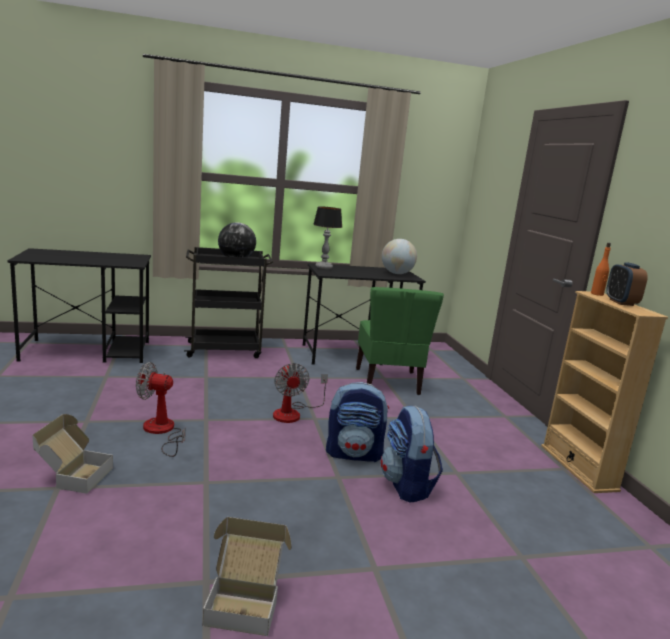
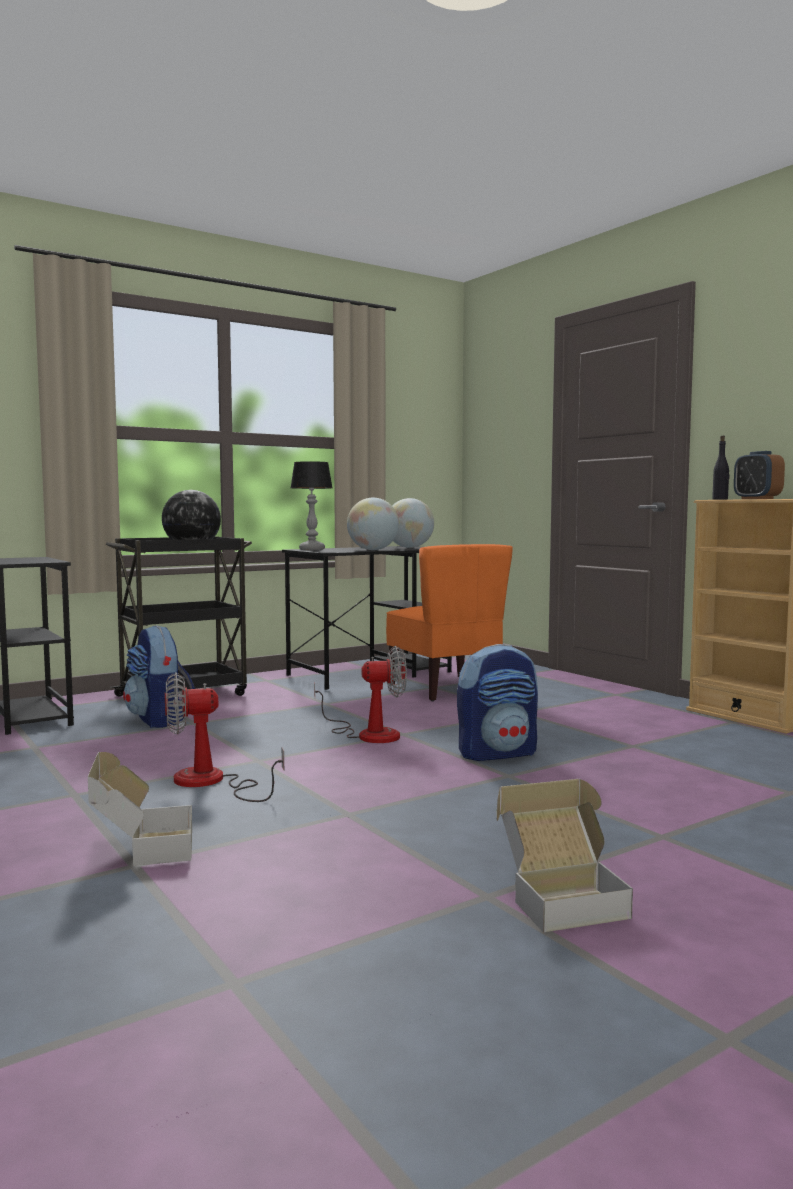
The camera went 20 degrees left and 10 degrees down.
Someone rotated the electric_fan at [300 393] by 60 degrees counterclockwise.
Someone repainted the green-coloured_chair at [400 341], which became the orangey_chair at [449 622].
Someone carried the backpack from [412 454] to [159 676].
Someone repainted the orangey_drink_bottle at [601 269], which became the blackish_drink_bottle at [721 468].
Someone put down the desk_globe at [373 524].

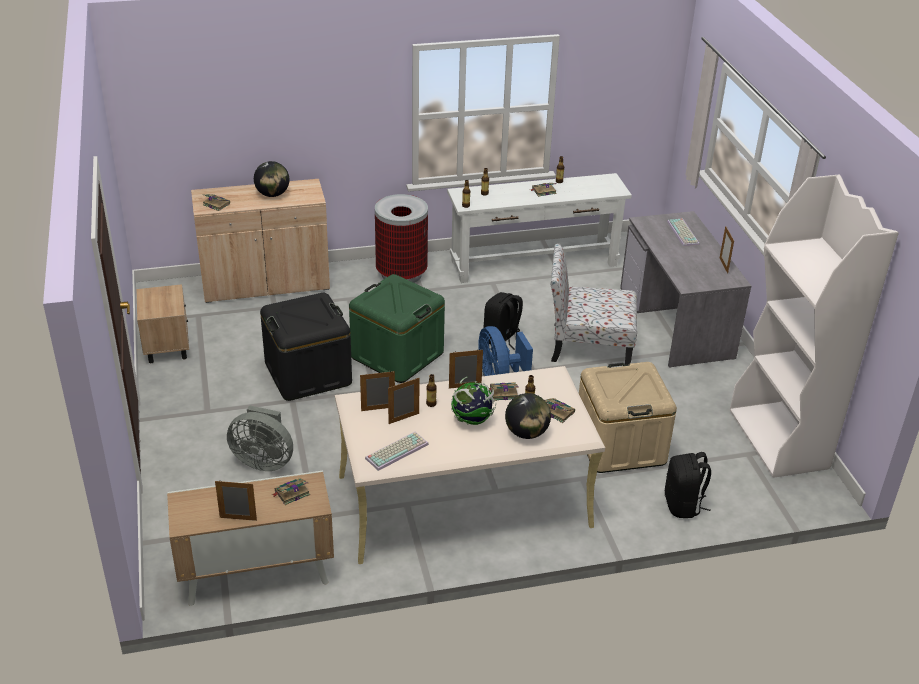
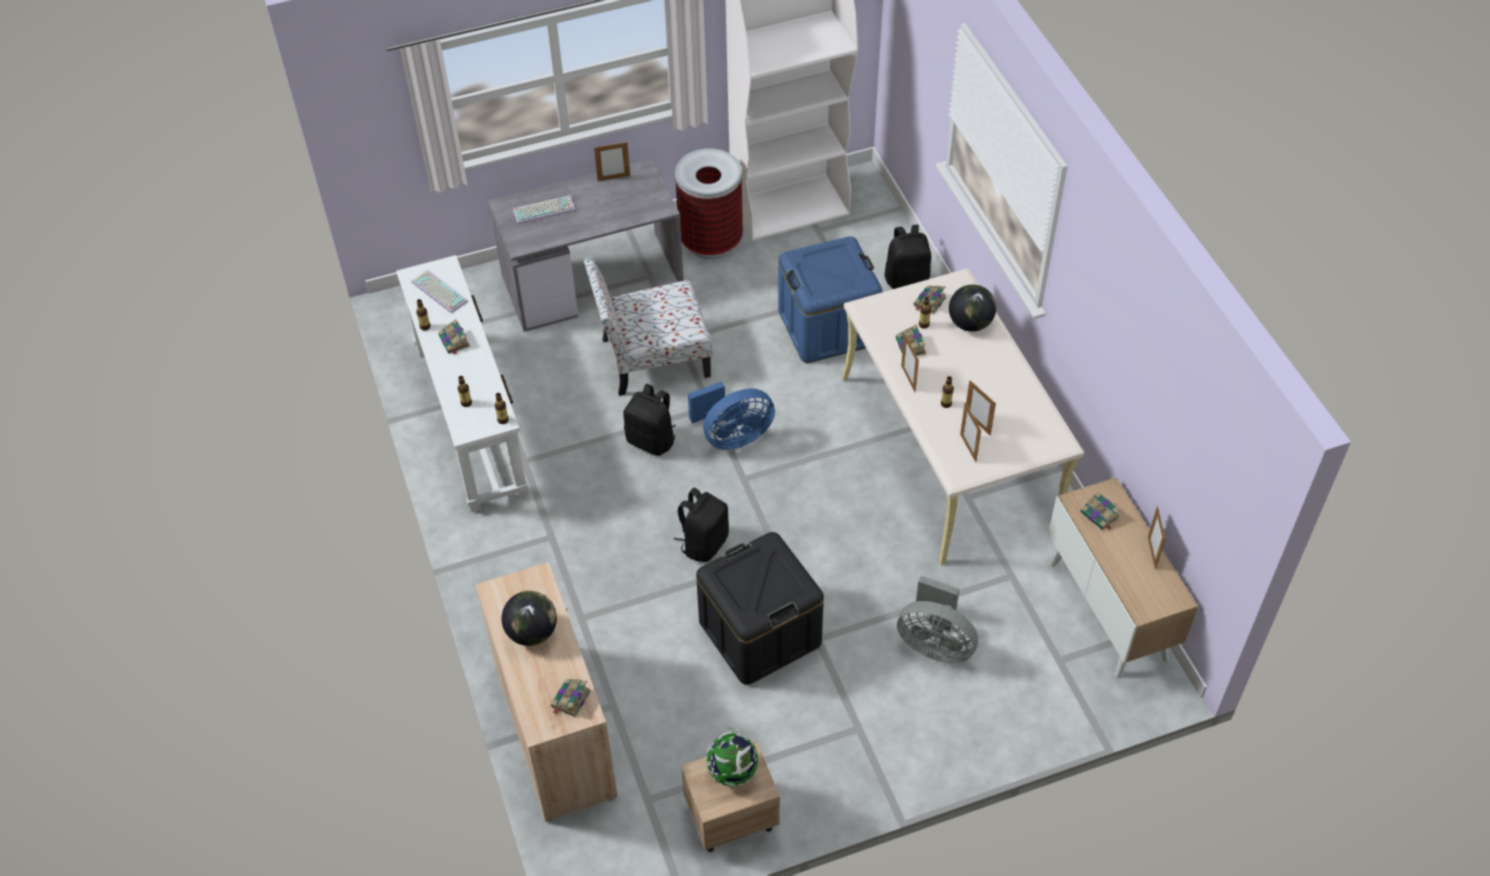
The camera went 95 degrees left and 15 degrees up.
Someone rotated the gray_electric_fan at [260 438] by 105 degrees clockwise.
Someone swapped the green-coloured_storage_bin at [397 328] for the blackish_backpack at [701 525].
Someone carried the computer_keyboard from [397 451] to [440 291].
Someone carried the trash_can from [401 238] to [709 203].
Someone carried the desk_globe from [473 401] to [731 757].
Someone rotated the chair at [594 304] by 75 degrees clockwise.
Someone repainted the sand-coloured_storage_bin at [628 417], which became the blue-coloured_storage_bin at [830 299].

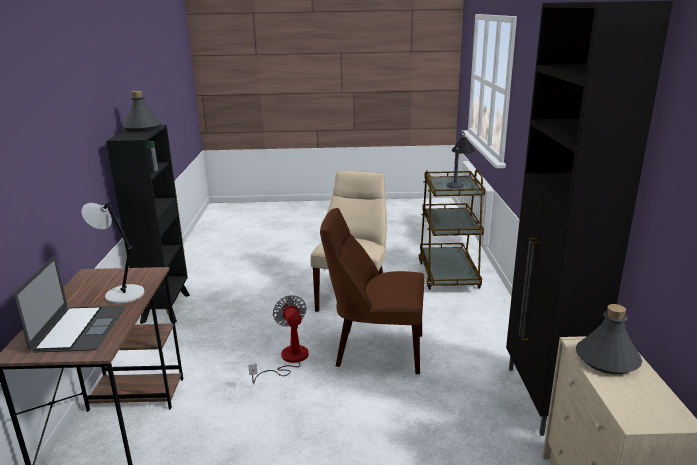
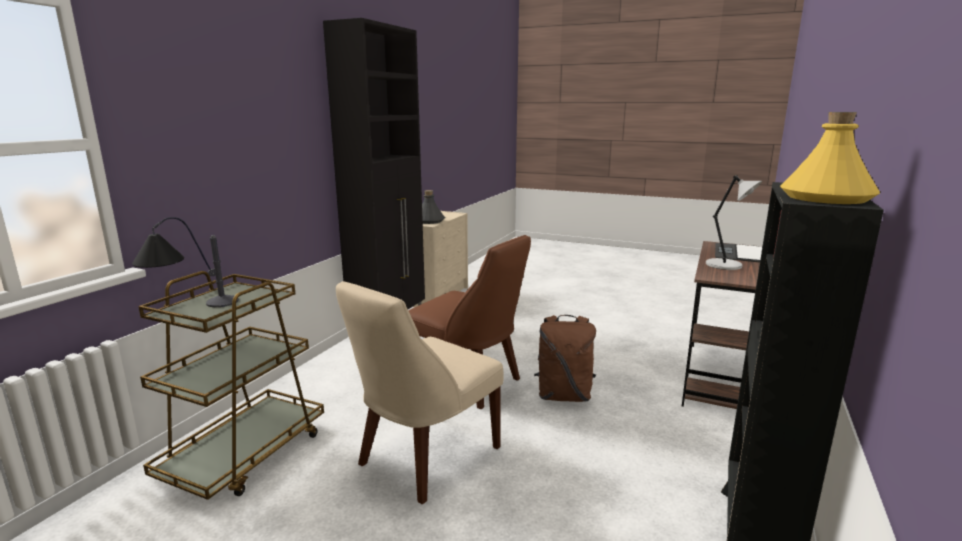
The camera went 155 degrees left and 5 degrees down.
Someone repainted the gray_drink_bottle at [141 111], which became the yellow_drink_bottle at [830 158].
Someone swapped the electric_fan at [278 339] for the brownish_backpack at [565 358].

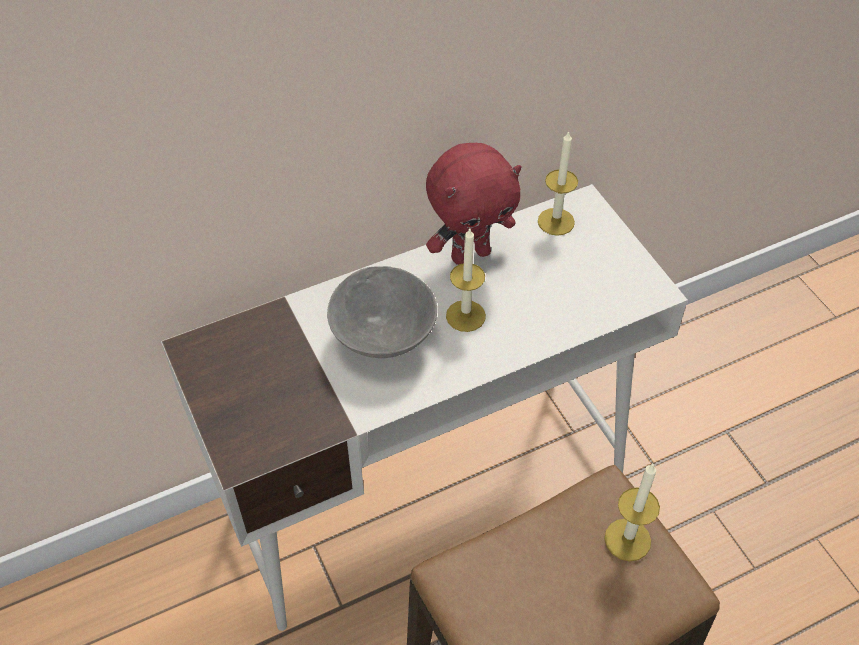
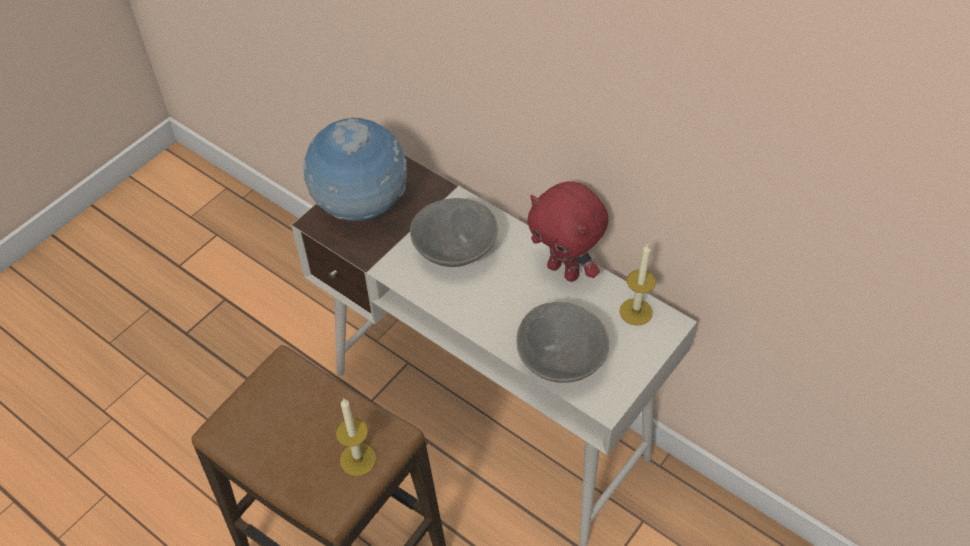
The camera went 65 degrees right and 0 degrees up.
Someone took away the candle at [466 279].
Someone put down the desk_globe at [355 169].
Someone put down the gray_deep_dish at [562 342].

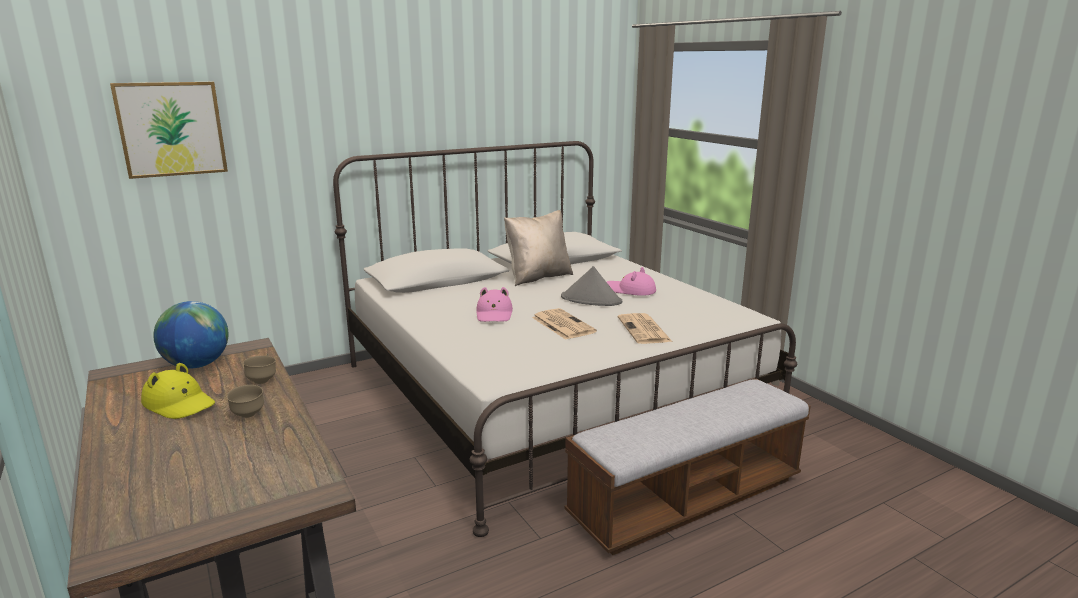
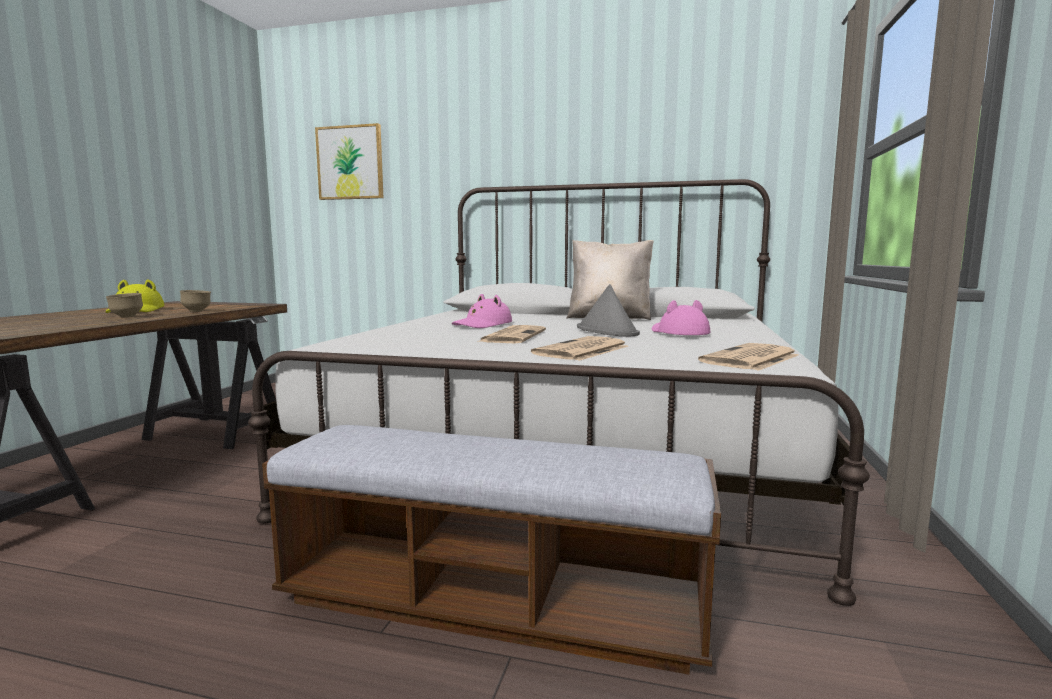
The camera went 45 degrees right and 10 degrees down.
Someone took away the desk_globe at [191 335].
Someone put down the printed_paper at [748 357].

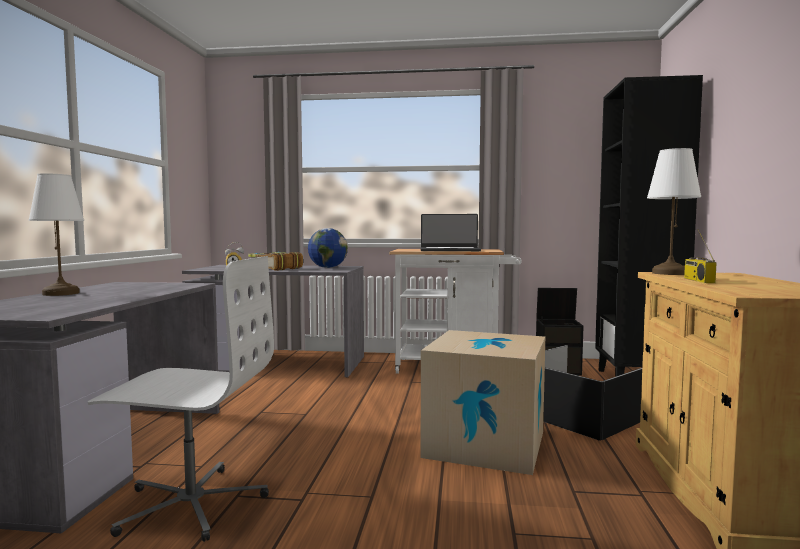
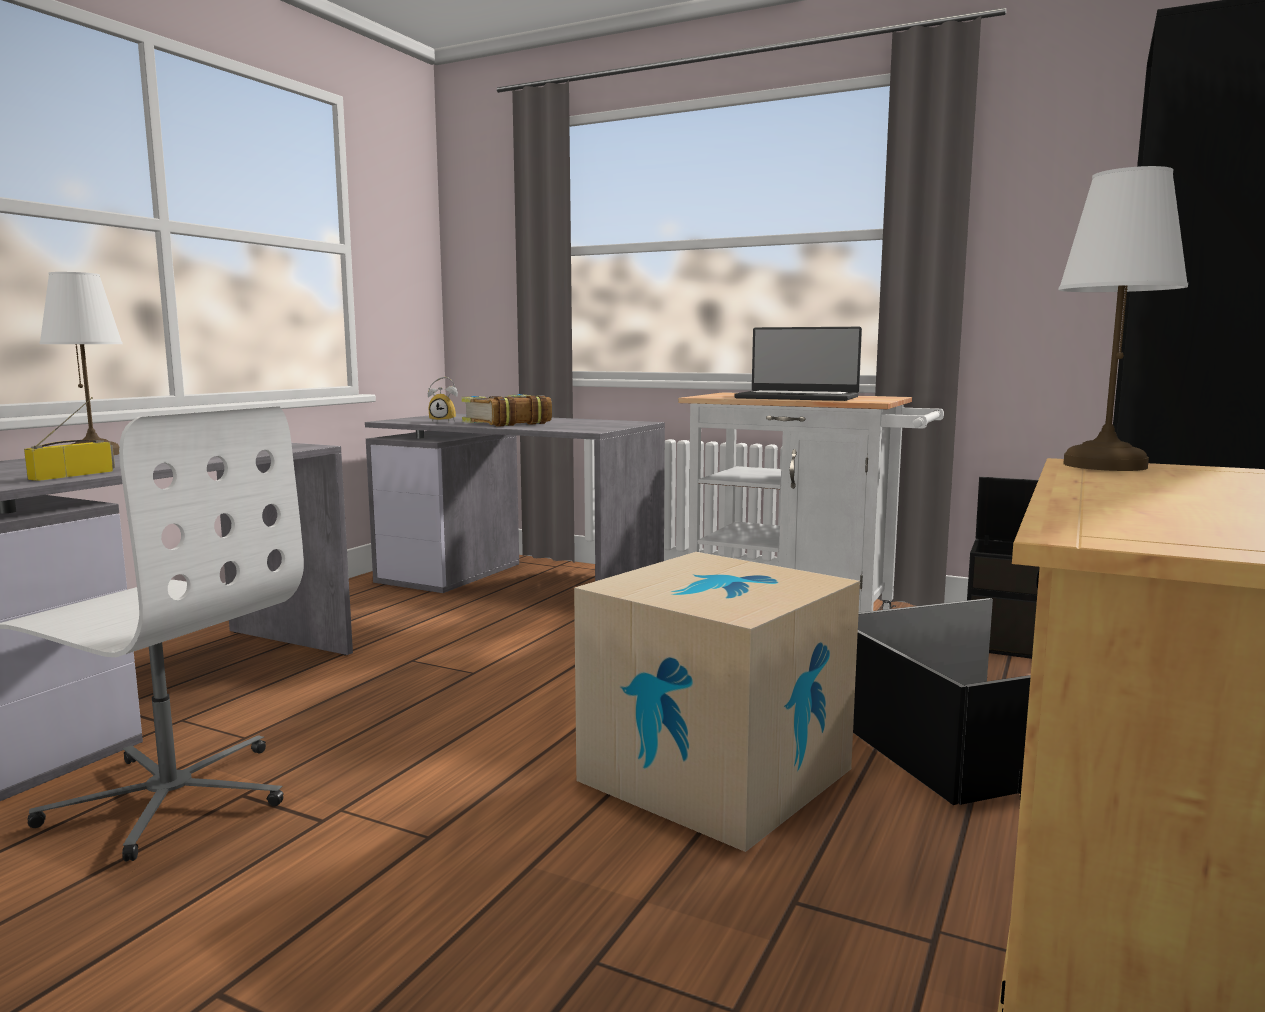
The camera went 20 degrees right and 5 degrees up.
Someone took away the desk_globe at [328 248].
Someone carried the radio_receiver from [700 256] to [69 439].

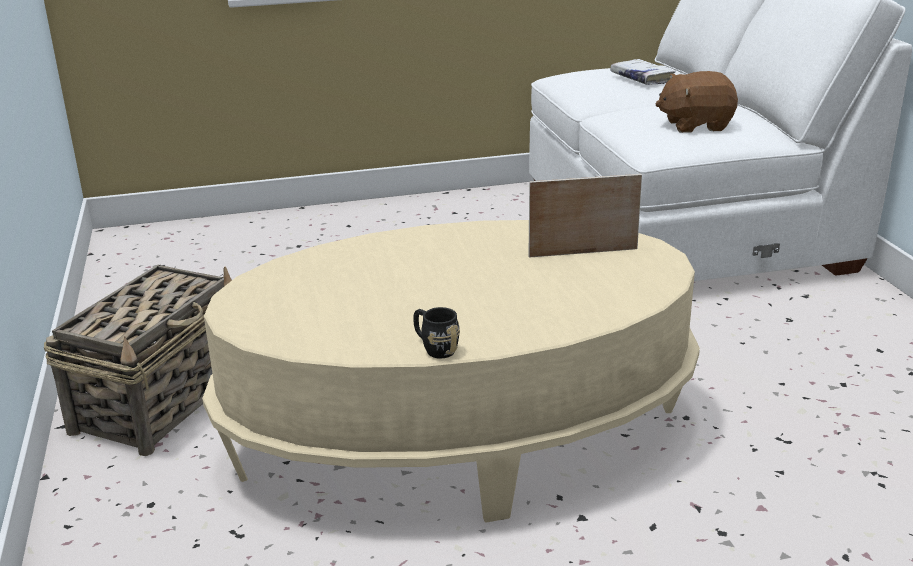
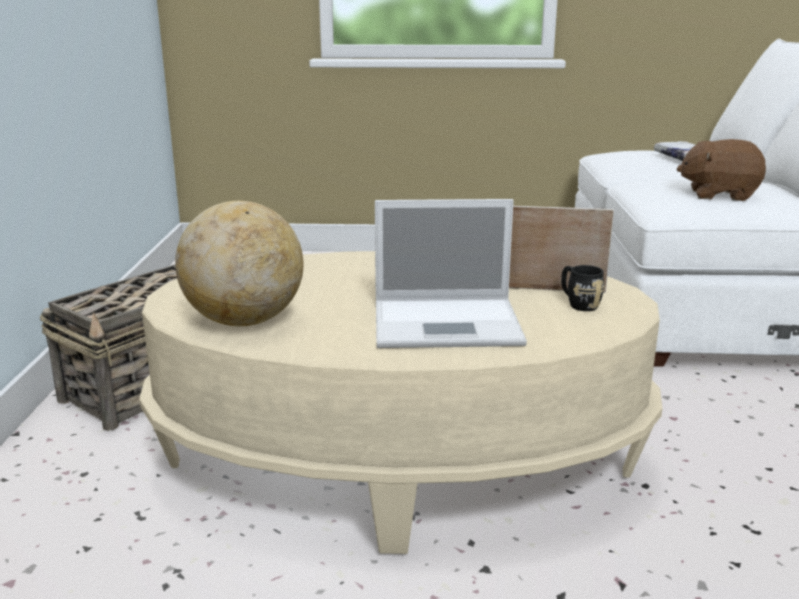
The camera went 15 degrees right and 5 degrees down.
Someone carried the blackish_coffee_mug from [436 332] to [583 288].
Someone put down the desk_globe at [239 263].
Someone put down the laptop at [451 273].

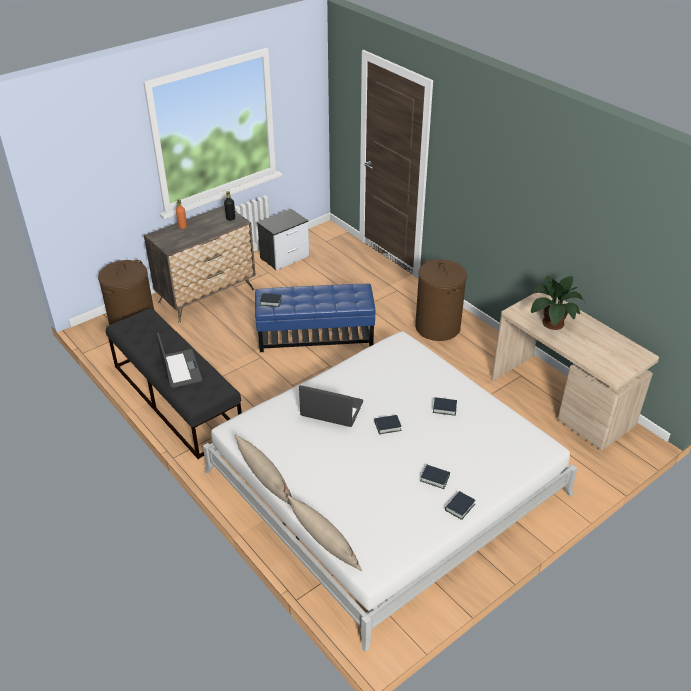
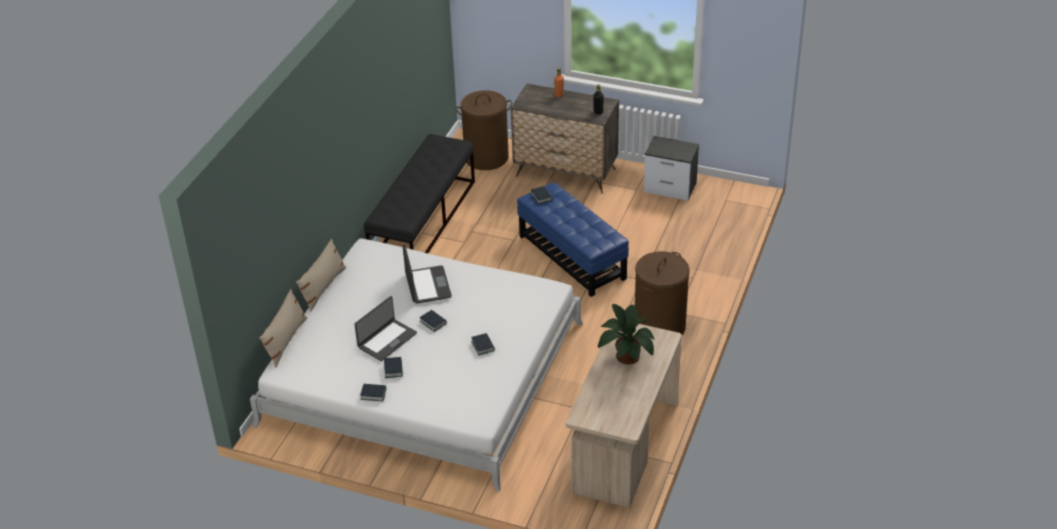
The camera went 60 degrees right and 0 degrees up.
Someone carried the laptop from [179 360] to [385 328].

